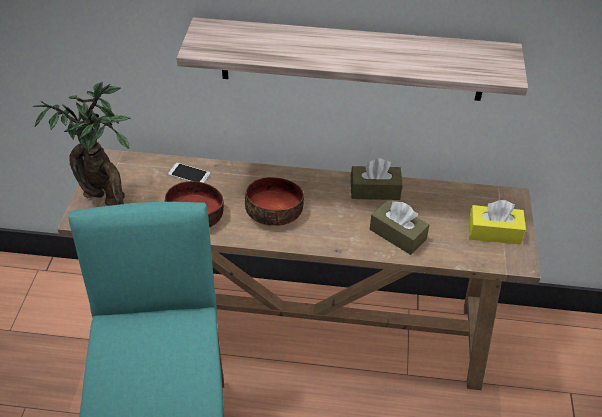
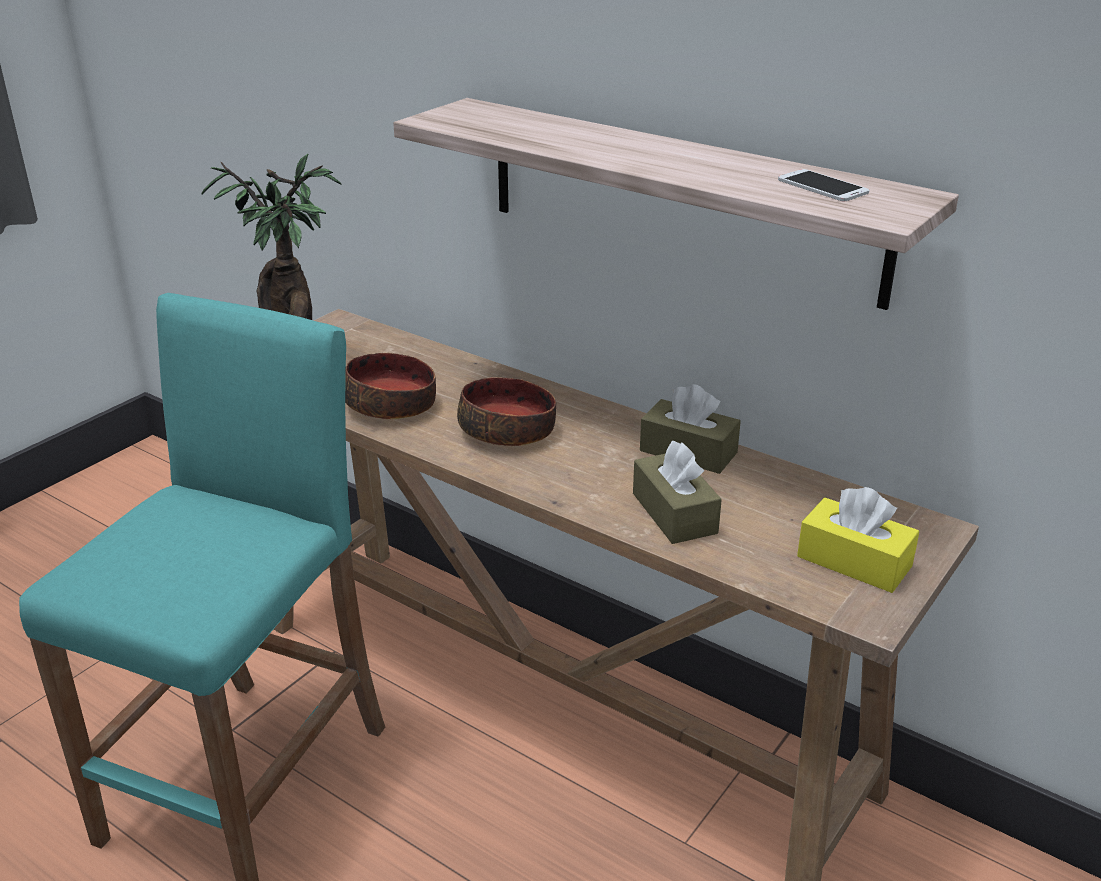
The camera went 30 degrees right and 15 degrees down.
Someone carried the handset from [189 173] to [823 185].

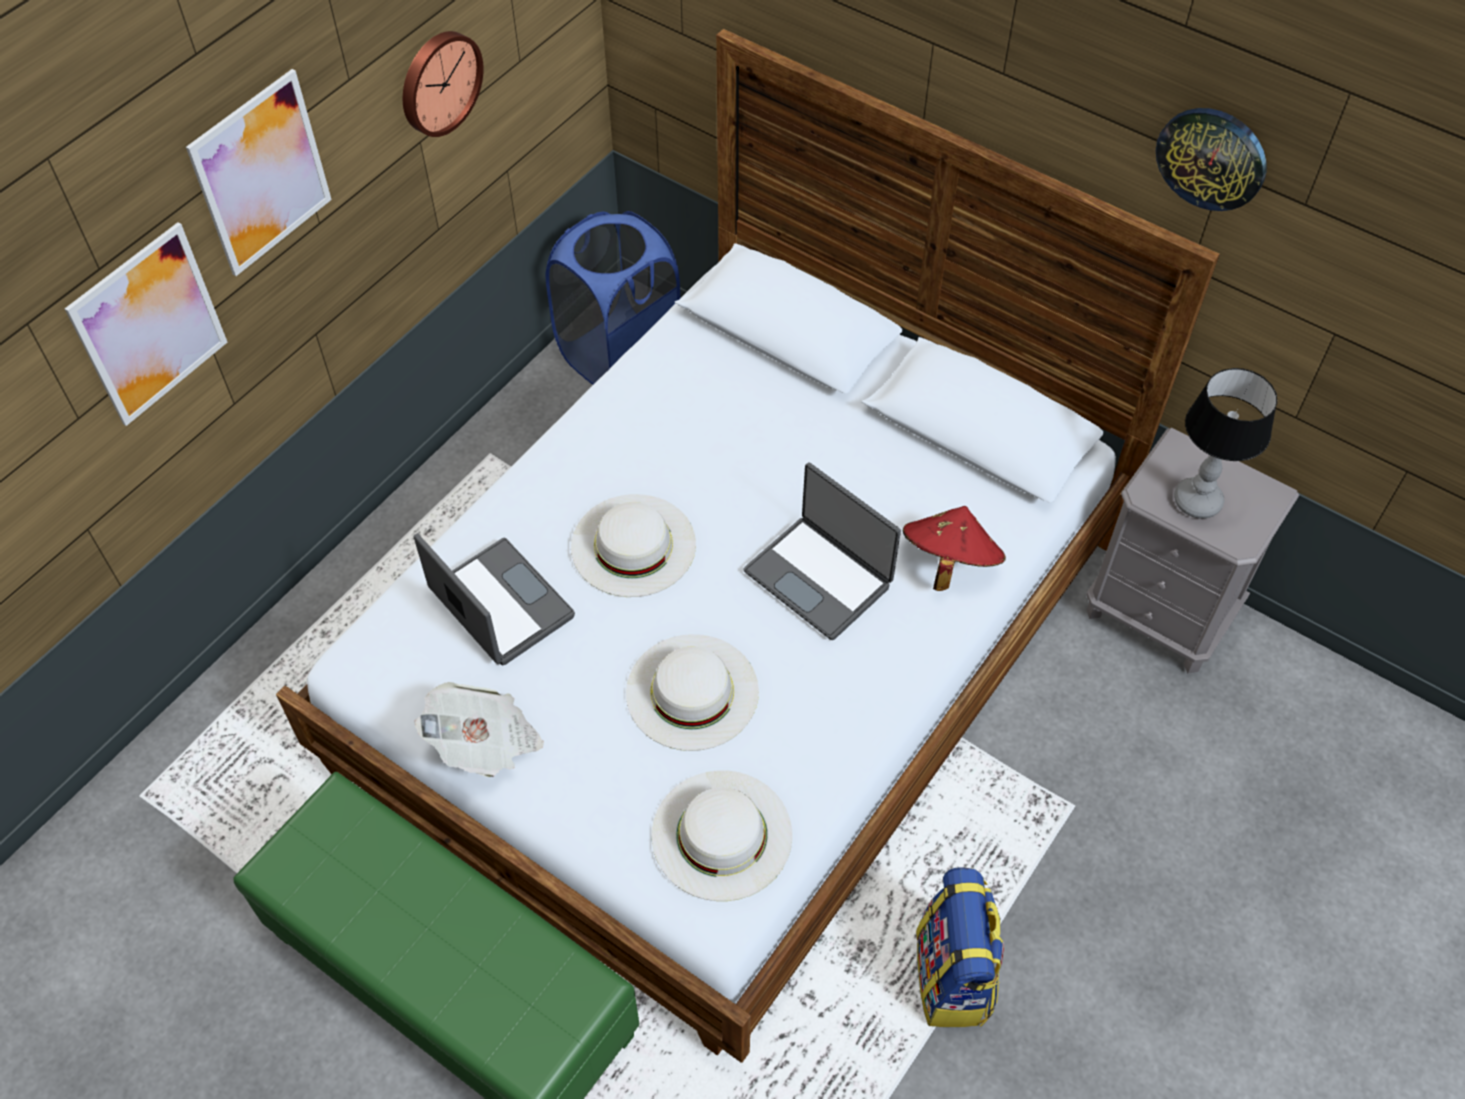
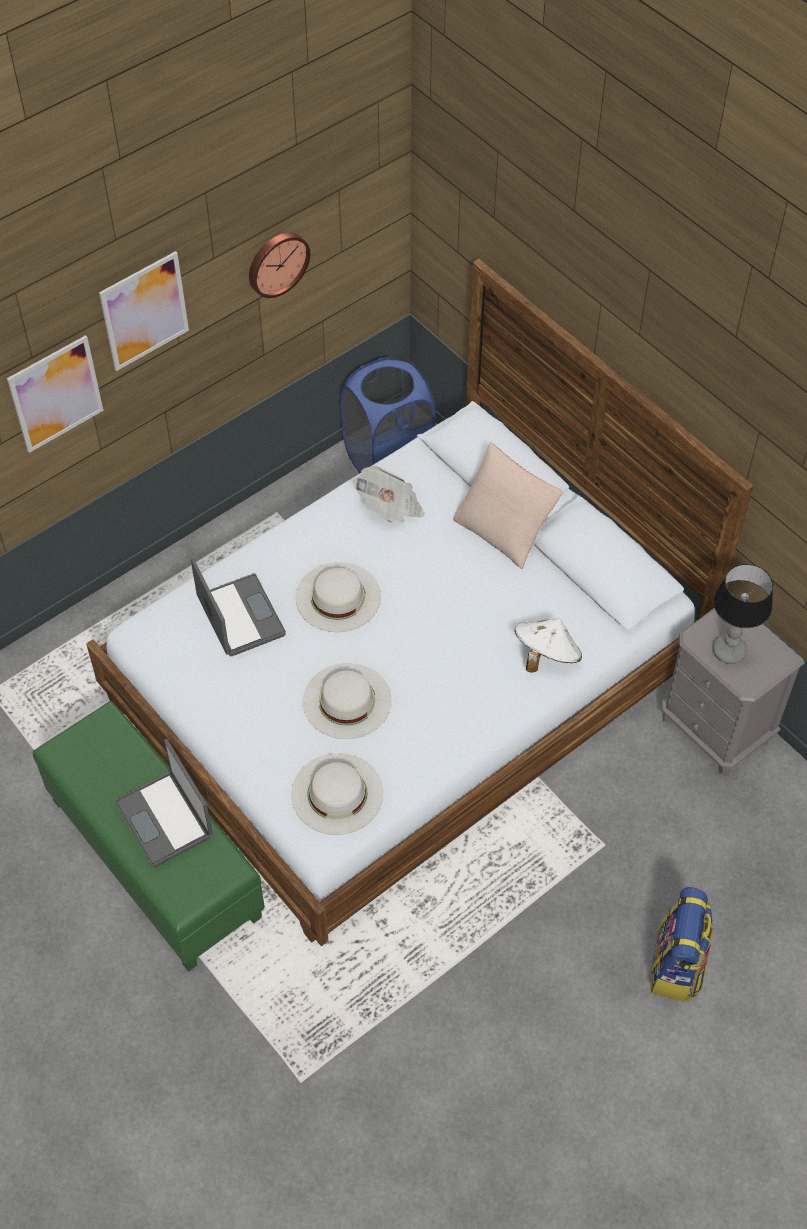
The camera went 15 degrees right and 0 degrees up.
Someone carried the printed_paper from [479 729] to [389 494].
Someone carried the laptop from [822 551] to [164 803].
Someone repainted the red-coloured_clothing_hat at [954 548], which became the whitish_clothing_hat at [548 645].
Someone carried the backpack from [960 947] to [681 944].
Someone took away the clock_on_the_wall at [1211 159].
Someone put down the sand-coloured_throw_pillow at [508 505].

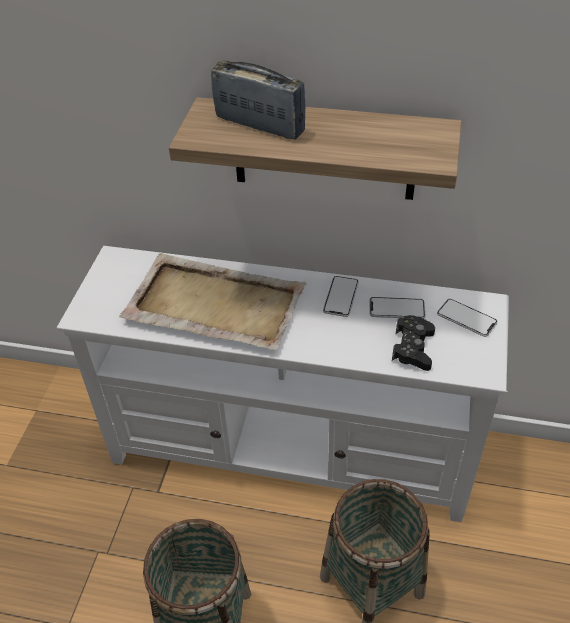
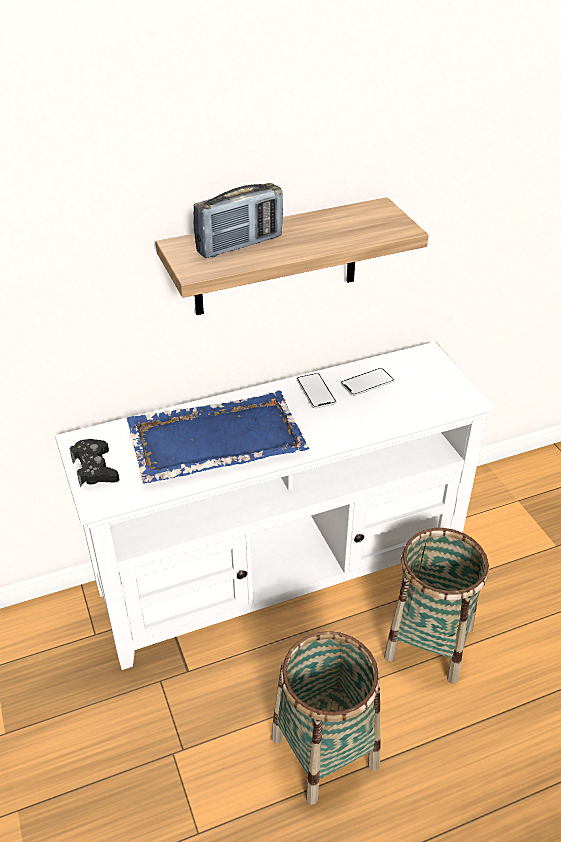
The camera went 35 degrees left and 5 degrees down.
Someone repainted the sand-coloured_carrying_tray at [212 301], which became the blue-coloured_carrying_tray at [218 437].
Someone rotated the radio_receiver at [258 100] by 150 degrees clockwise.
Someone carried the blackish_gamepad from [413 343] to [94 463].
Someone took away the handset at [467 318].

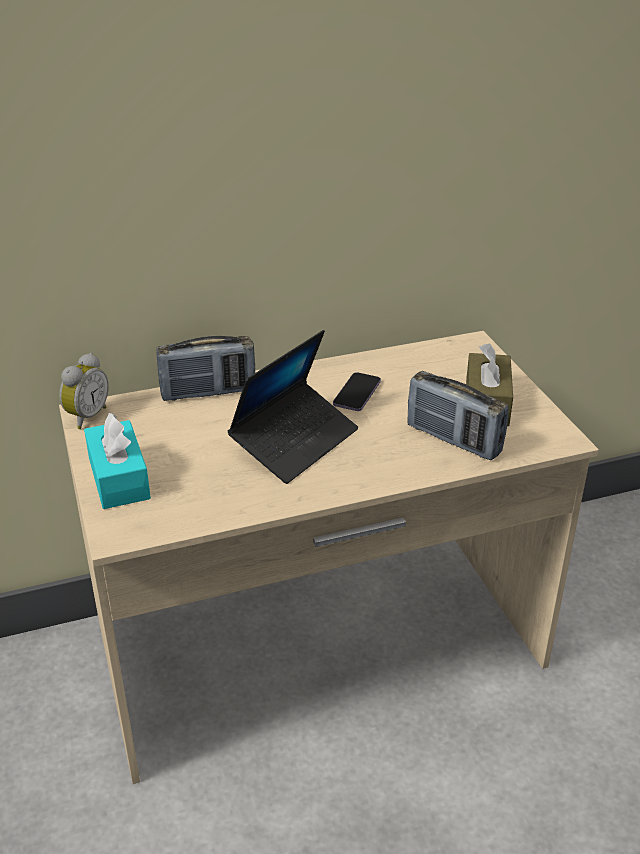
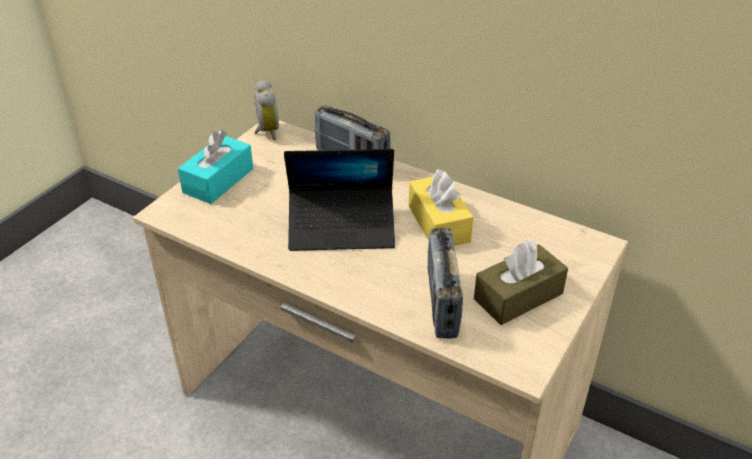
The camera went 50 degrees right and 5 degrees up.
Someone rotated the alarm_clock at [84 391] by 90 degrees counterclockwise.
Someone swapped the handset at [357 391] for the yellow_box_of_tissues at [441 207].

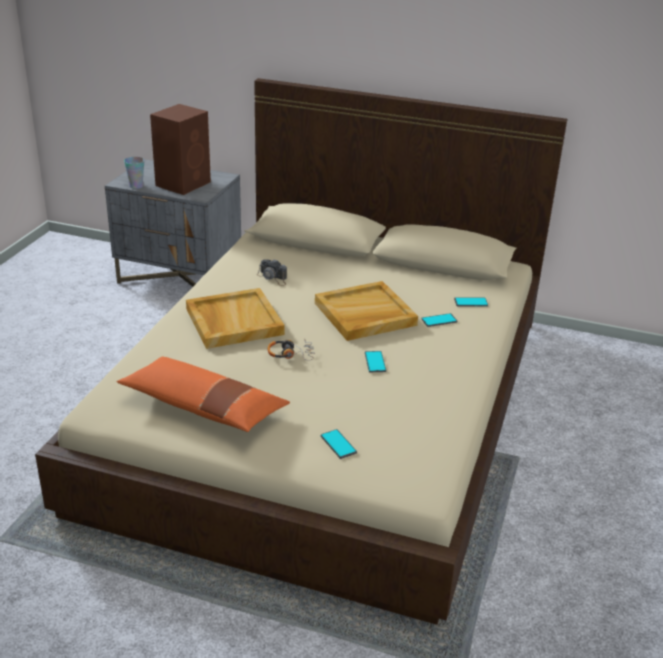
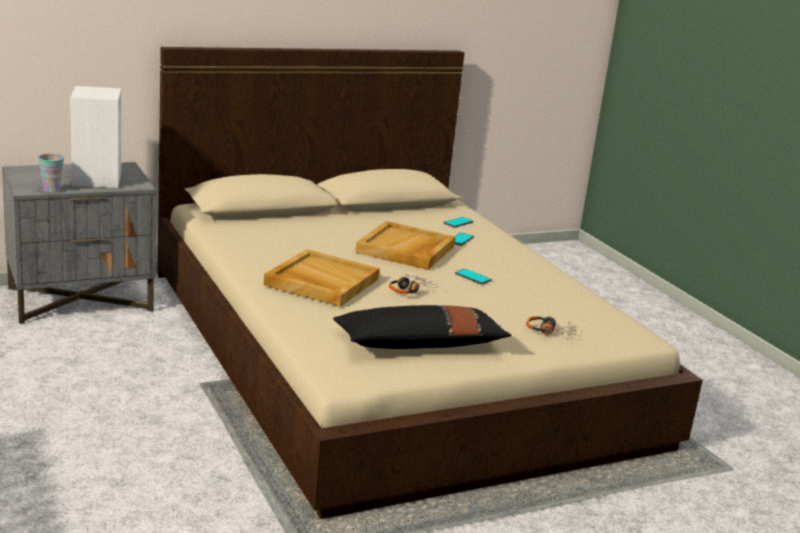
The camera went 45 degrees left and 10 degrees down.
Someone repainted the orangey_throw_pillow at [203 394], which became the blackish_throw_pillow at [422 327].
Someone repainted the brownish_speaker at [180 149], which became the whitish_speaker at [95 137].
Someone took away the photo_camera at [272 272].
Someone swapped the handset at [339 444] for the pair_of_headphones at [551 327].

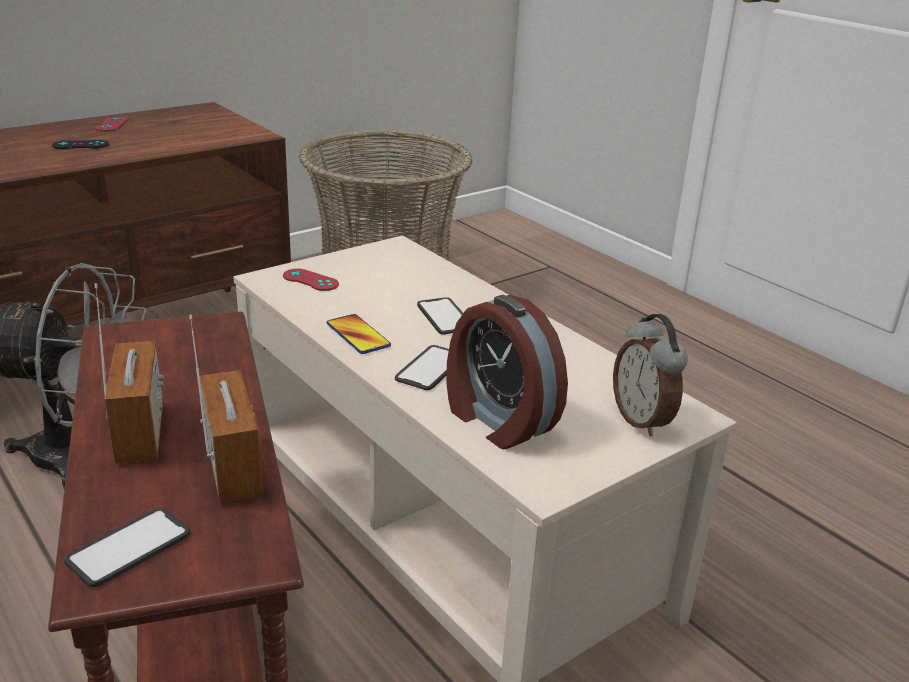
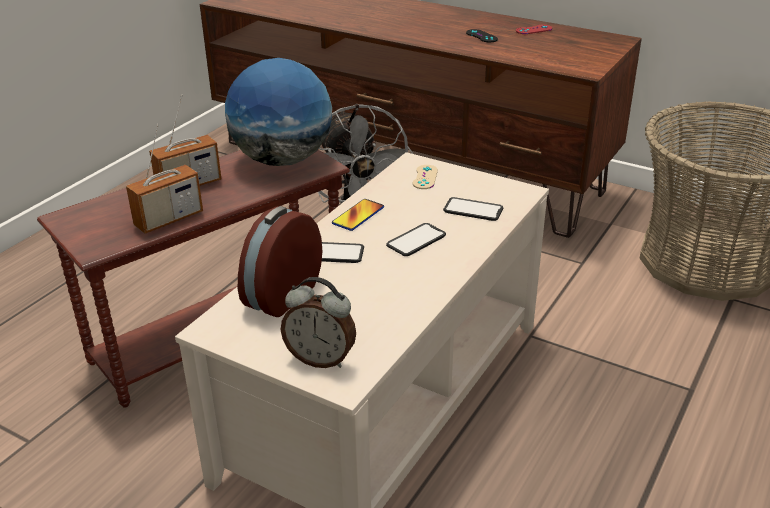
The camera went 70 degrees right and 5 degrees up.
Someone carried the handset from [127 547] to [473 209].
Someone repainted the red-coloured_gamepad at [311 280], which became the sand-coloured_gamepad at [425 177].
Someone rotated the alarm_clock at [650 375] by 120 degrees counterclockwise.
Someone put down the desk_globe at [278 112].

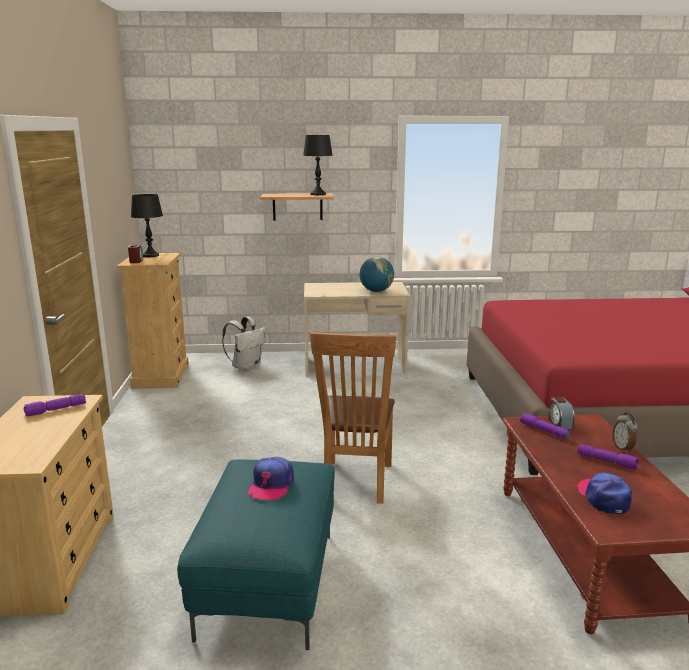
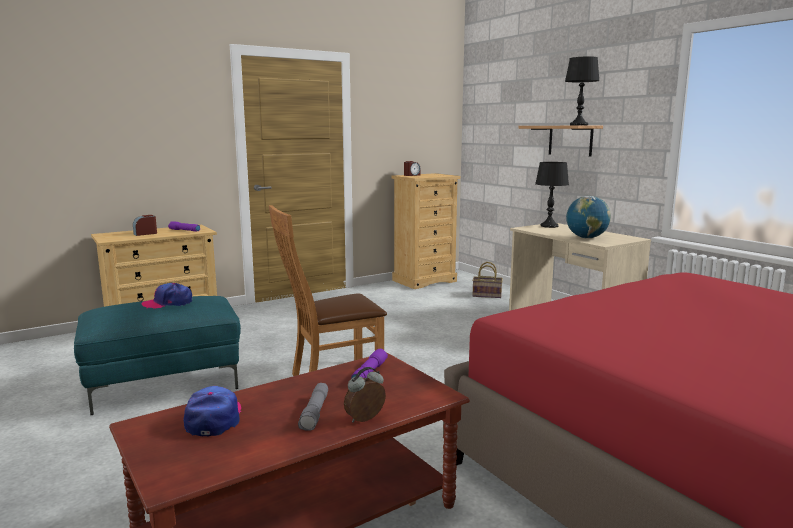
The camera went 60 degrees right and 5 degrees down.
Someone carried the blackish_table_lamp from [147 225] to [552 195].
Someone swapped the whitish_backpack at [244 344] for the basket at [487 280].
Someone carried the alarm_clock from [562 413] to [145 225].
Someone repainted the purple_torch at [608 456], which became the gray_torch at [313 407].
Someone rotated the peaked_cap at [605 493] by 60 degrees counterclockwise.

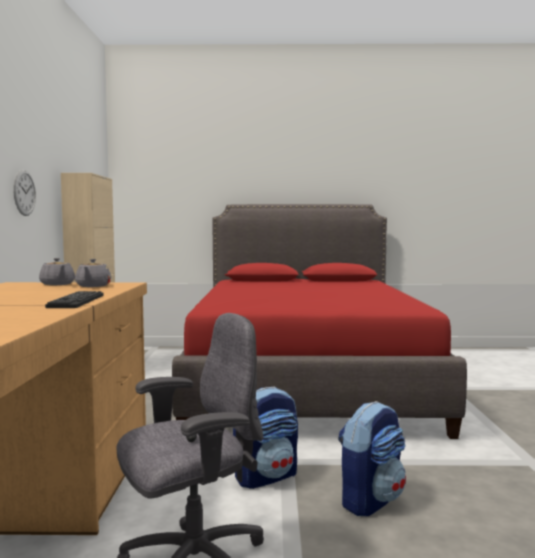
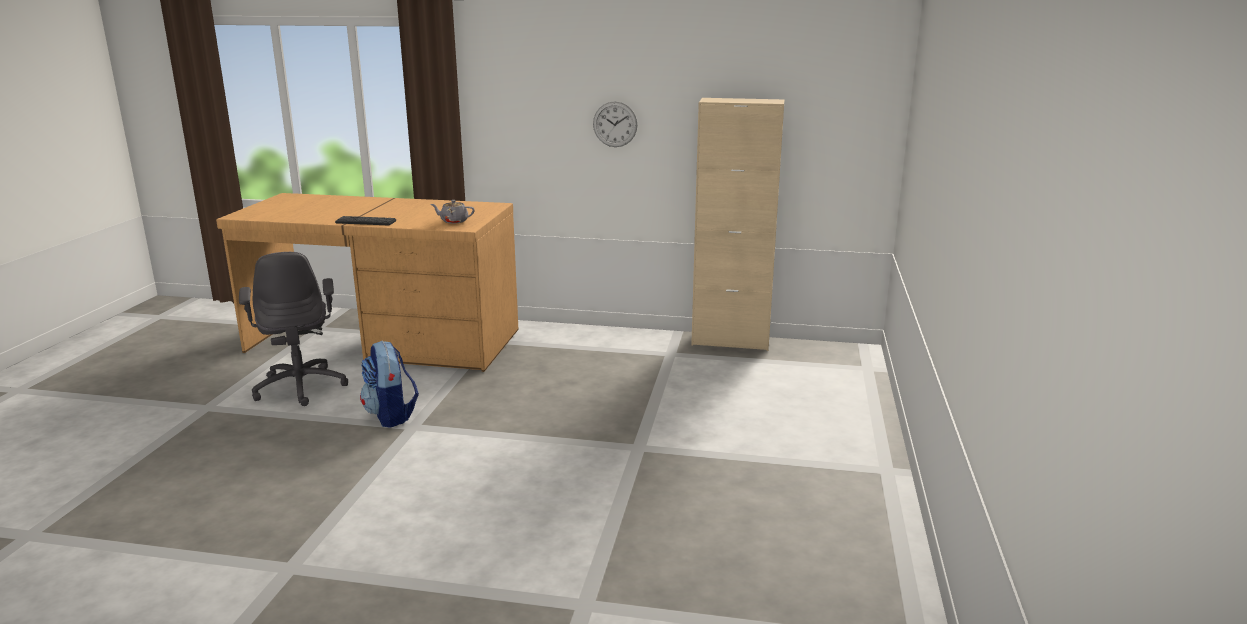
The camera went 100 degrees right and 15 degrees up.
Someone took away the gray_pot_for_tea at [57 271].
Someone took away the red-coloured_sleeping_bed at [319 321].
Someone took away the backpack at [372 458].

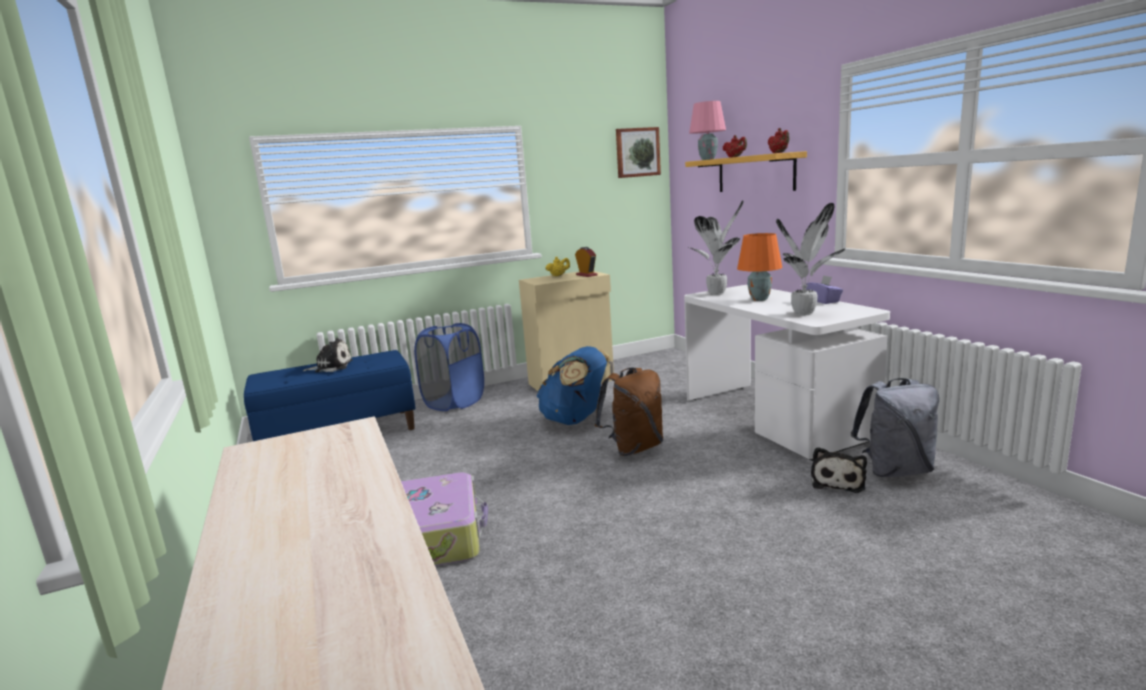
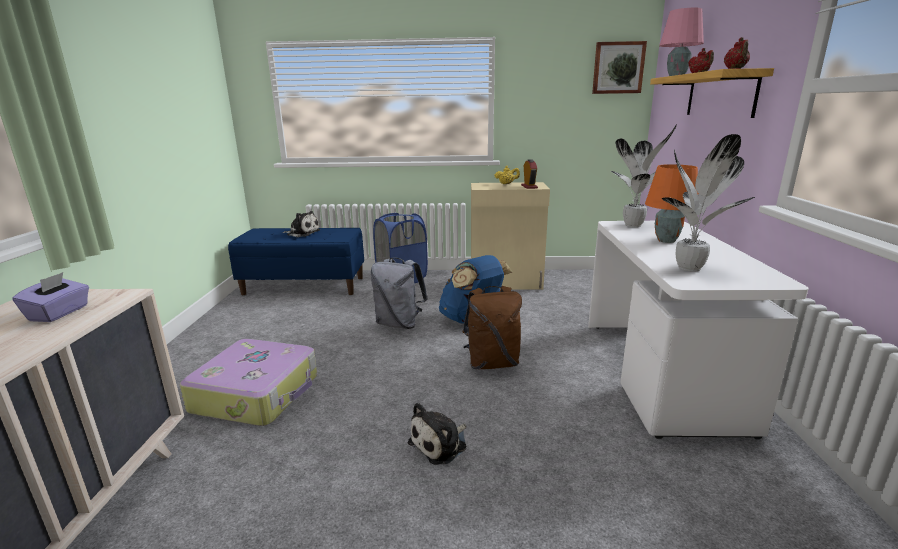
The camera went 25 degrees right and 5 degrees up.
Someone carried the purple_box_of_tissues from [824 289] to [50 297].
Someone carried the plush_toy from [839 470] to [437 433].
Someone carried the gray_backpack from [894 427] to [399 293].

